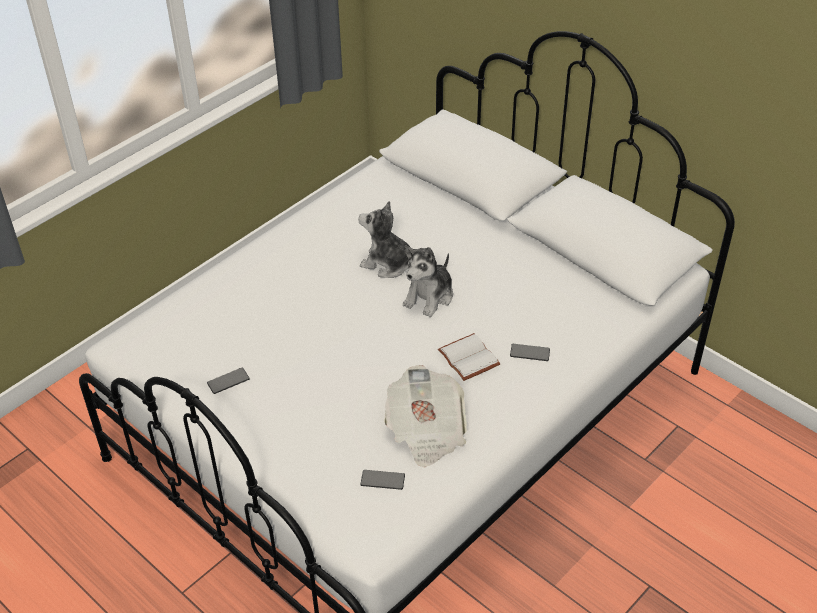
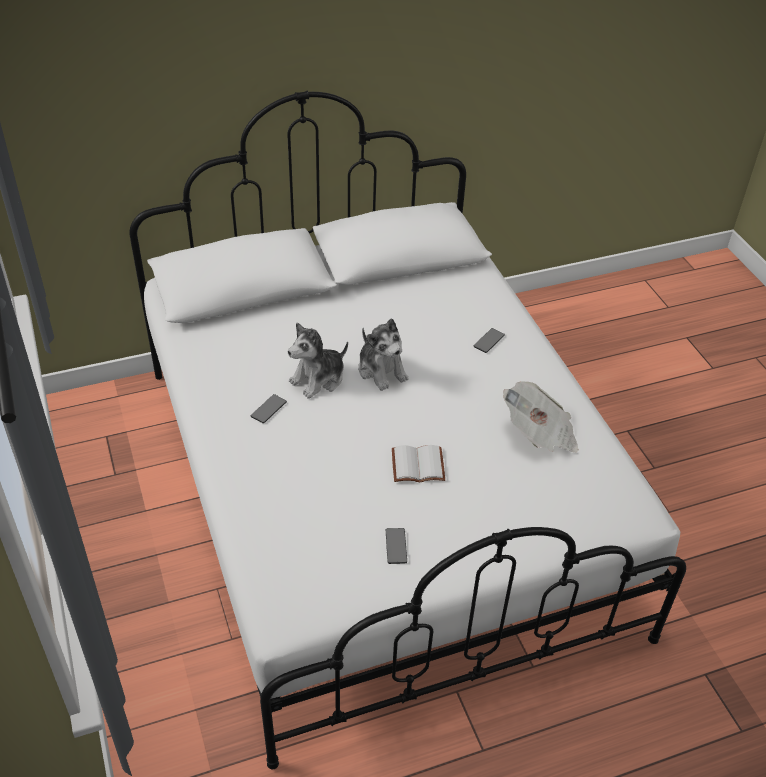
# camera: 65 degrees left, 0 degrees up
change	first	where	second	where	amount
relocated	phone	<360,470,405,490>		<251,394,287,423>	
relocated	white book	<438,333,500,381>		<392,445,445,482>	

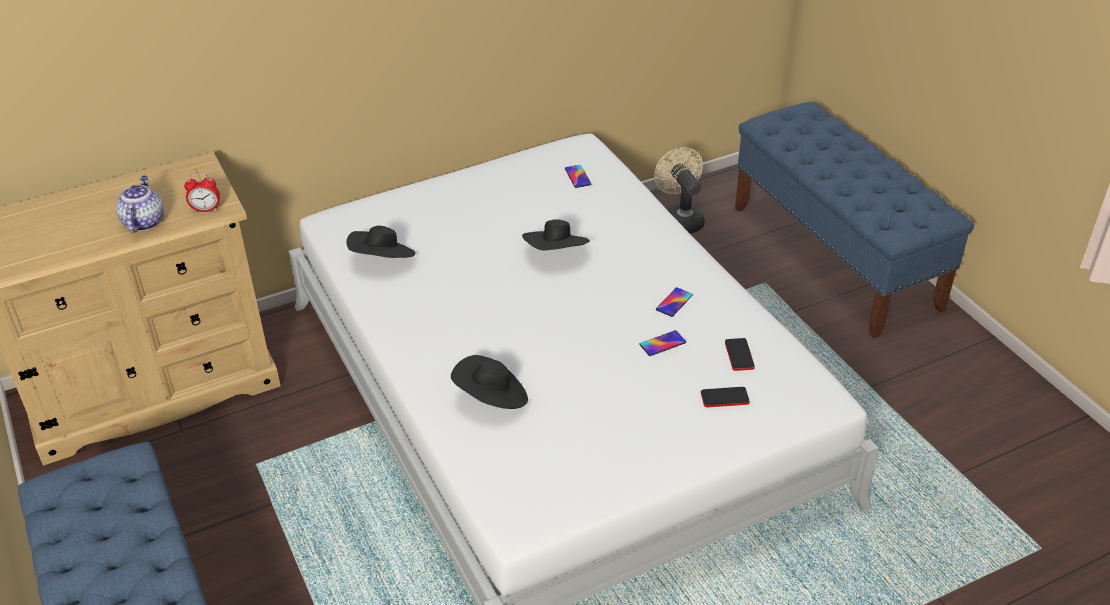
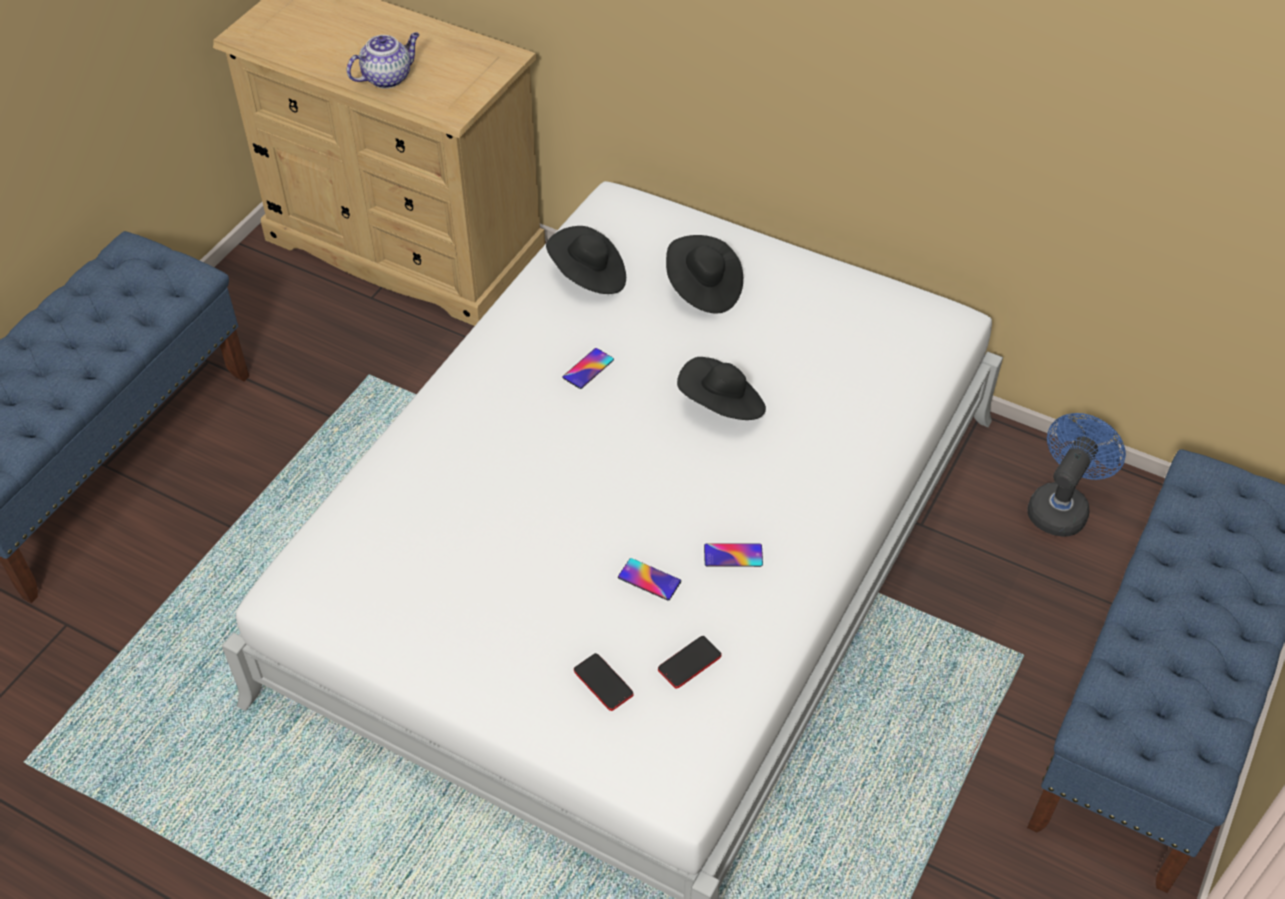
# camera: 55 degrees right, 10 degrees up
change	first	where	second	where	amount
missing	alarm clock	<184,174,220,212>			
relocated	black hat	<451,355,528,409>		<666,235,743,314>	
relocated	phone	<565,165,591,188>		<562,348,614,389>	
colour	beige fan	<654,147,705,233>	blue fan	<1027,413,1126,537>	

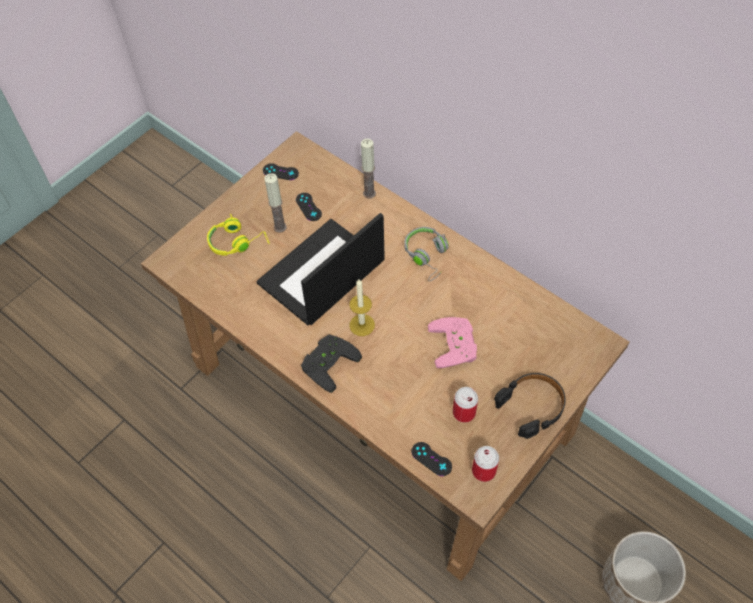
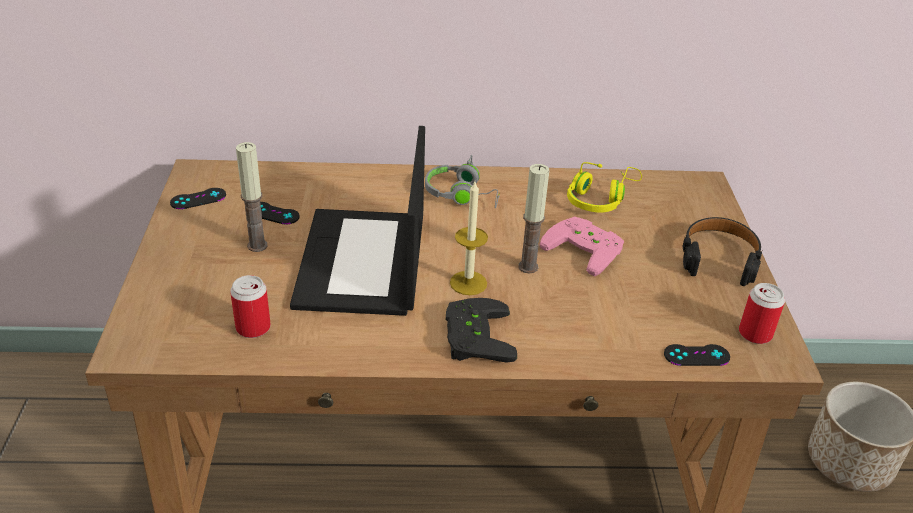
# camera: 45 degrees left, 20 degrees down
change	first	where	second	where	amount
relocated	yellow headphones	<207,214,270,256>		<567,162,642,213>	
relocated	candle	<361,139,376,199>		<518,164,549,274>	
relocated	can	<453,387,478,423>		<230,275,271,338>	

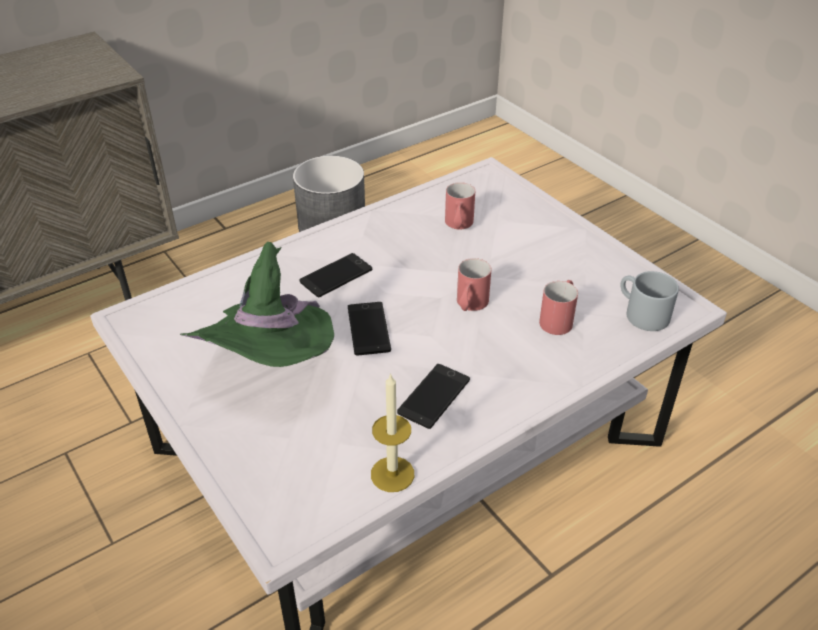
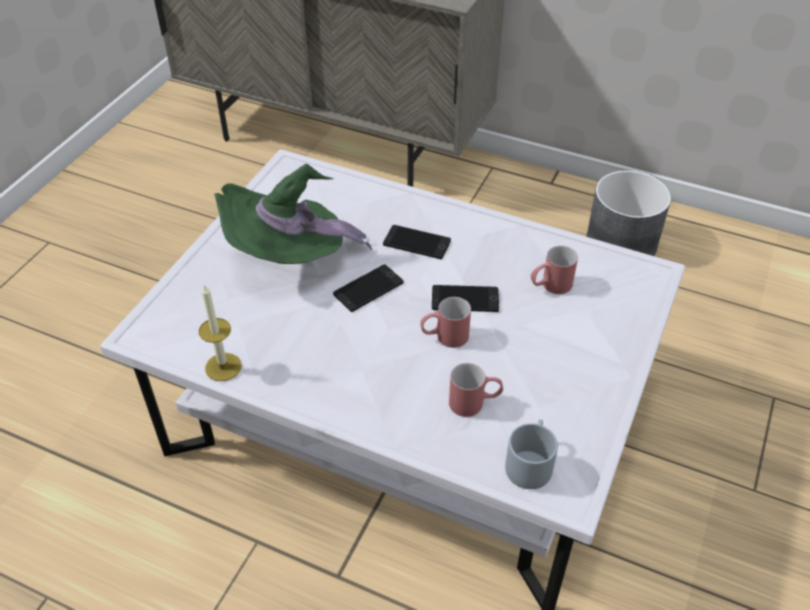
# camera: 60 degrees right, 5 degrees up
change	first	where	second	where	amount
relocated	phone	<397,364,470,429>		<432,285,499,312>	

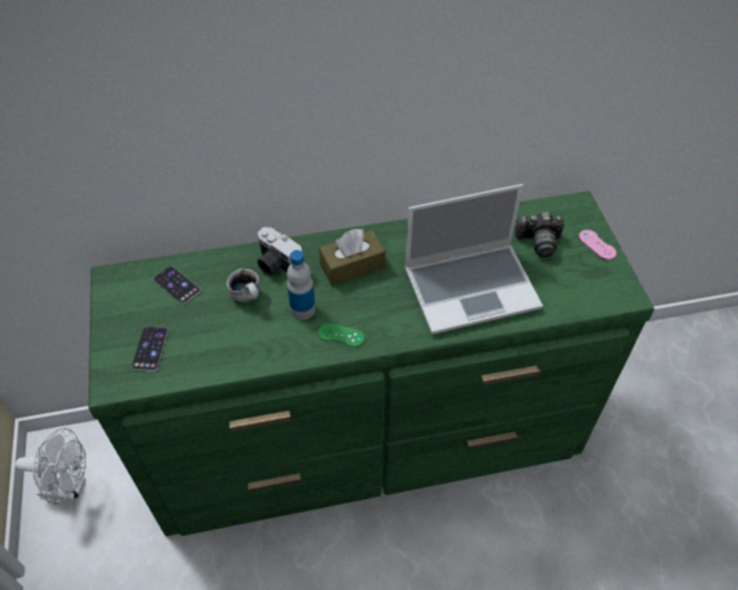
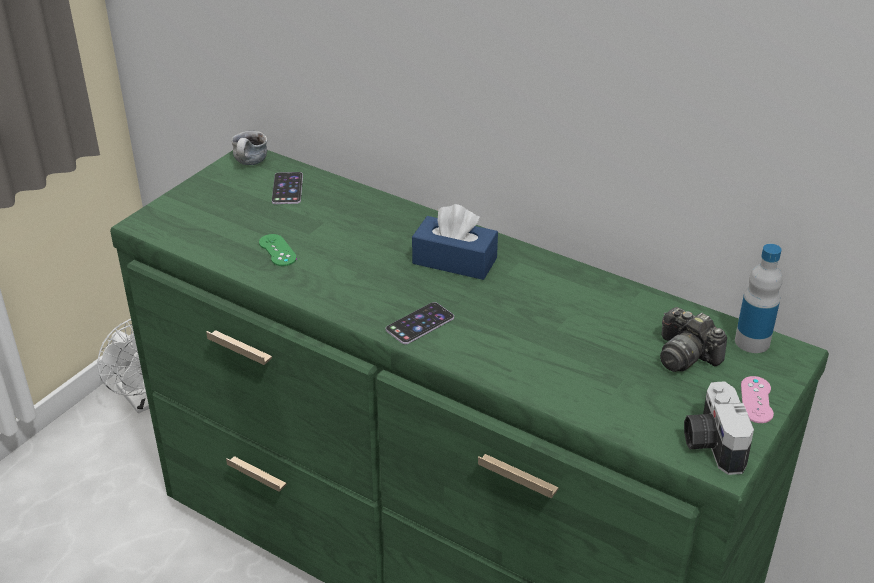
# camera: 45 degrees right, 15 degrees down
change	first	where	second	where	amount
missing	laptop	<405,184,543,335>			
relocated	phone	<131,326,168,372>		<386,302,454,344>	
relocated	mug	<227,269,260,303>		<231,131,267,165>	
relocated	photo camera	<257,227,302,276>		<684,381,754,475>	
relocated	bottle	<287,250,316,320>		<735,244,782,353>	
relocated	green game controller	<318,323,365,347>		<259,234,297,266>	
colour	brown tissue box	<319,229,386,286>	blue tissue box	<412,204,498,280>	

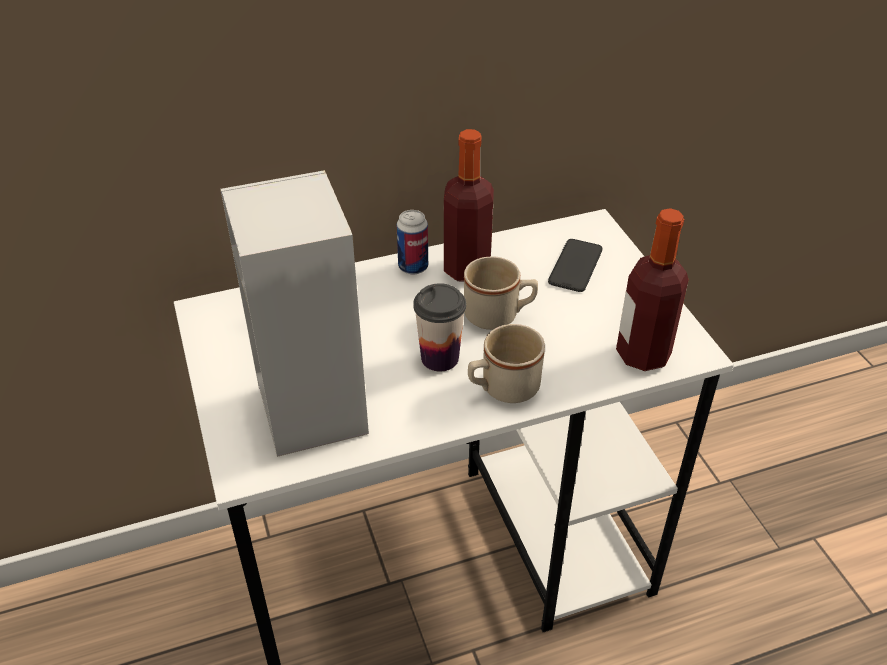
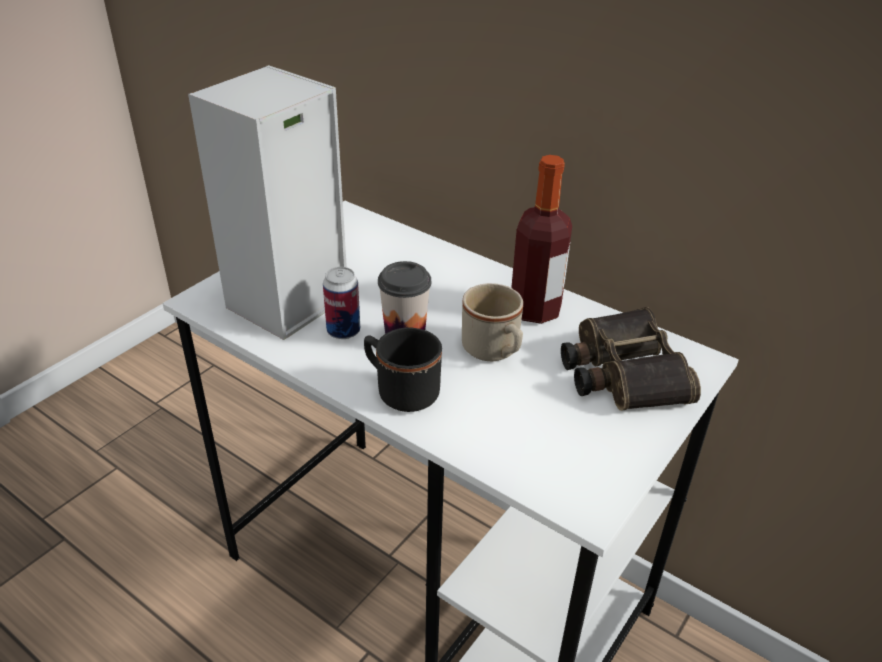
# camera: 55 degrees right, 5 degrees down
change	first	where	second	where	amount
missing	bottle	<616,208,689,371>			
relocated	can	<397,210,428,274>		<323,267,360,339>	
exchanged	phone	<548,239,603,292>	binoculars	<561,307,701,411>	
colour	beige mug	<468,324,545,403>	black mug	<364,327,442,412>	

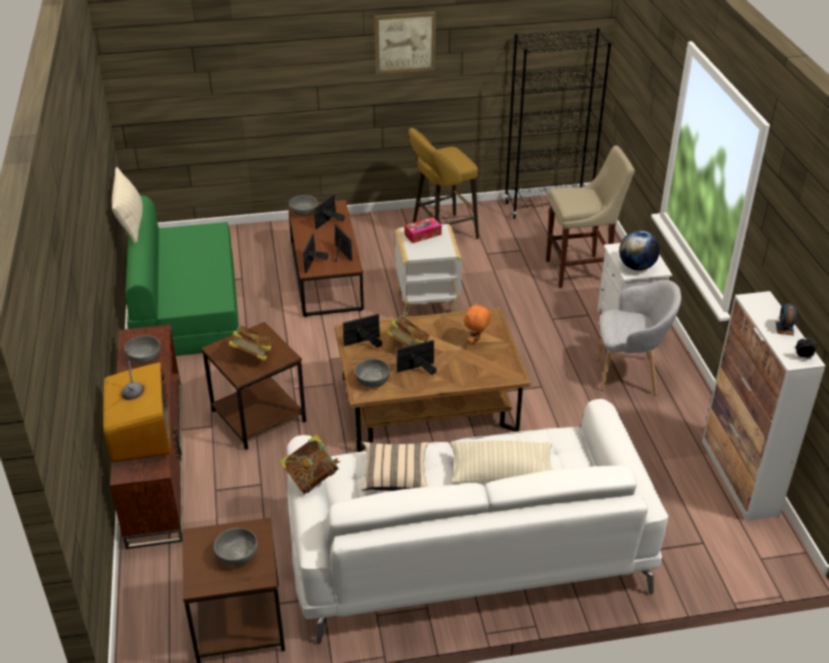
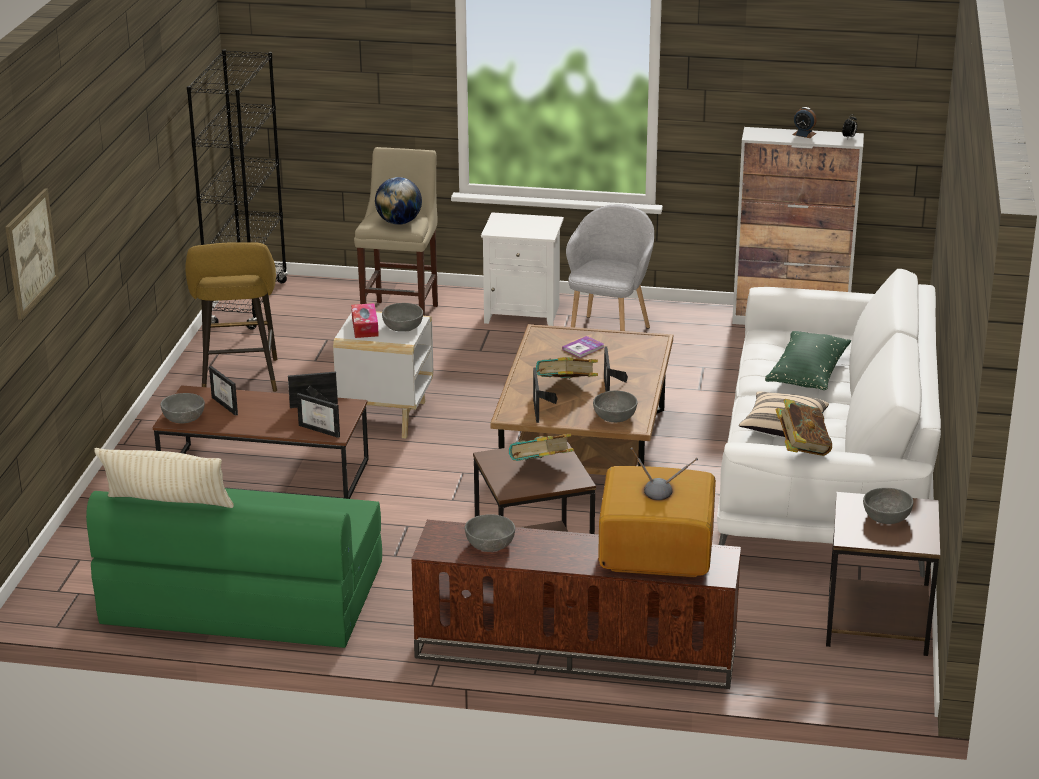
# camera: 70 degrees left, 10 degrees down
change	first	where	second	where	amount
appeared			grey bowl	<382,303,423,332>	
relocated	picture	<375,12,436,75>		<5,188,59,320>	
relocated	globe	<619,231,660,271>		<375,177,422,225>	
exchanged	orange plush toy	<464,302,491,345>	book	<562,336,604,358>	
colour	beige pillow	<450,441,552,484>	green pillow	<765,331,851,390>	

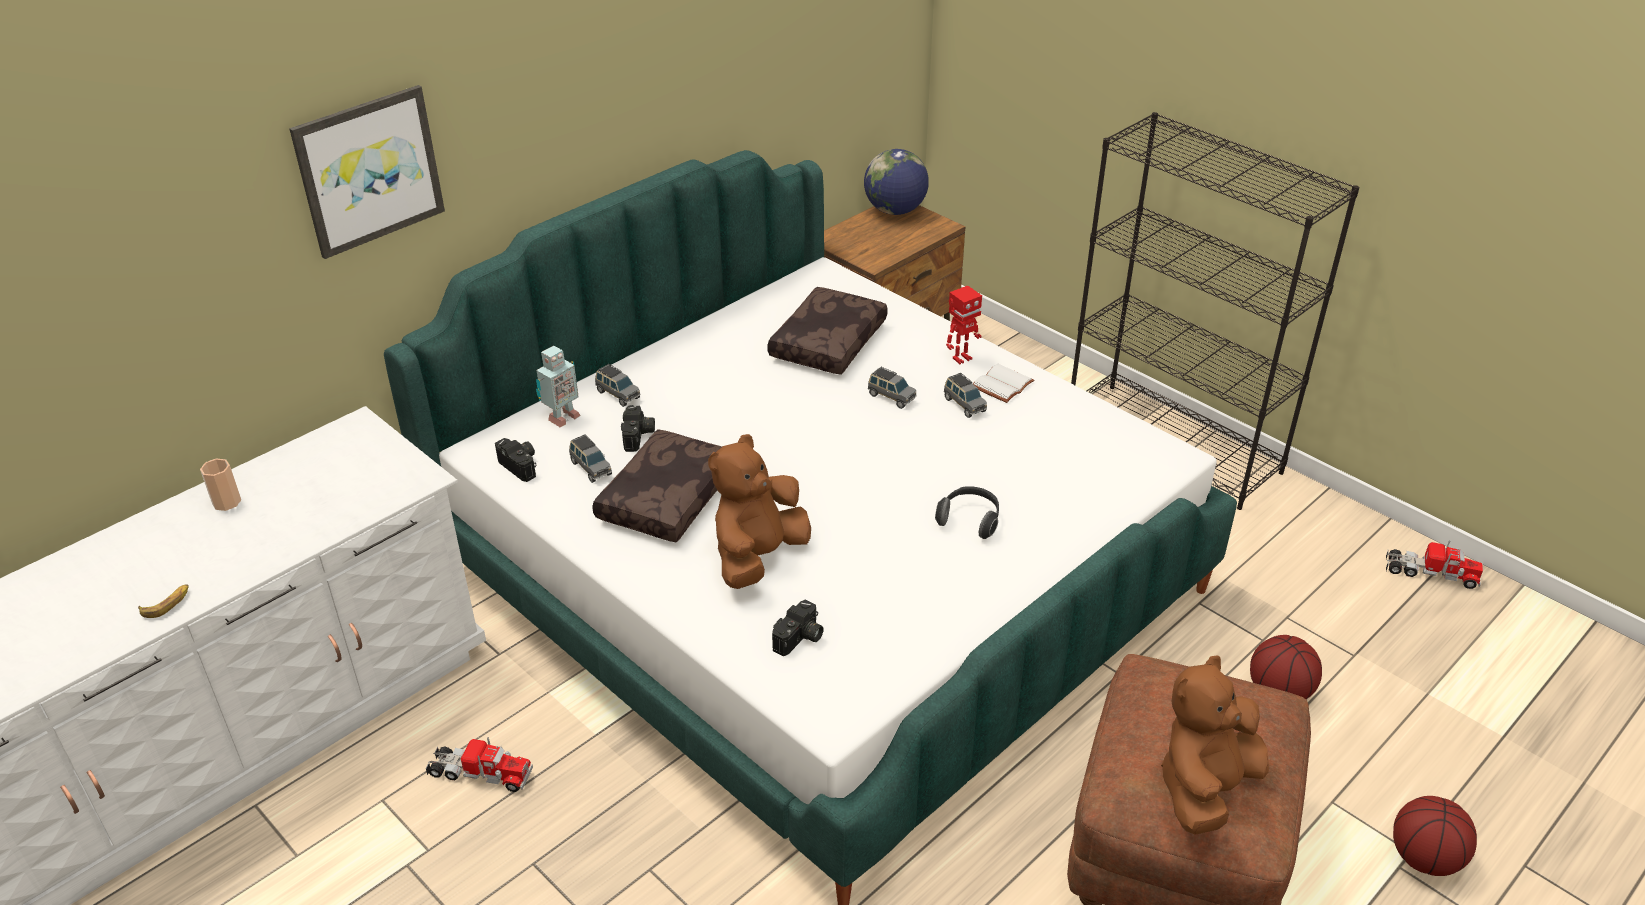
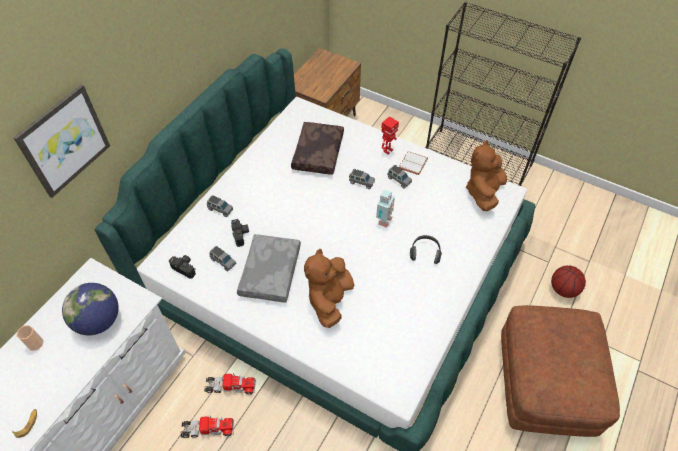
# camera: 15 degrees left, 15 degrees up
change	first	where	second	where	amount
missing	photo camera	<772,600,824,656>			
missing	basketball	<1393,796,1477,876>			
relocated	toy robot	<536,346,581,427>		<376,190,395,228>	
relocated	globe	<864,149,929,215>		<62,283,119,335>	
relocated	brown plush toy	<1161,655,1269,835>		<466,140,507,211>	
relocated	toy truck	<1386,540,1483,589>		<204,373,256,395>	
colour	brown pillow	<592,429,722,542>	grey pillow	<237,234,301,303>	

